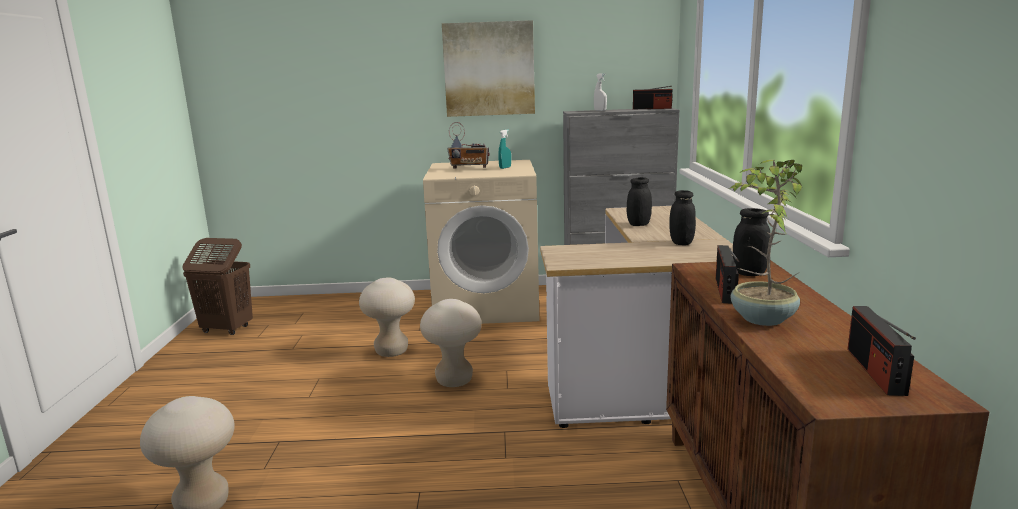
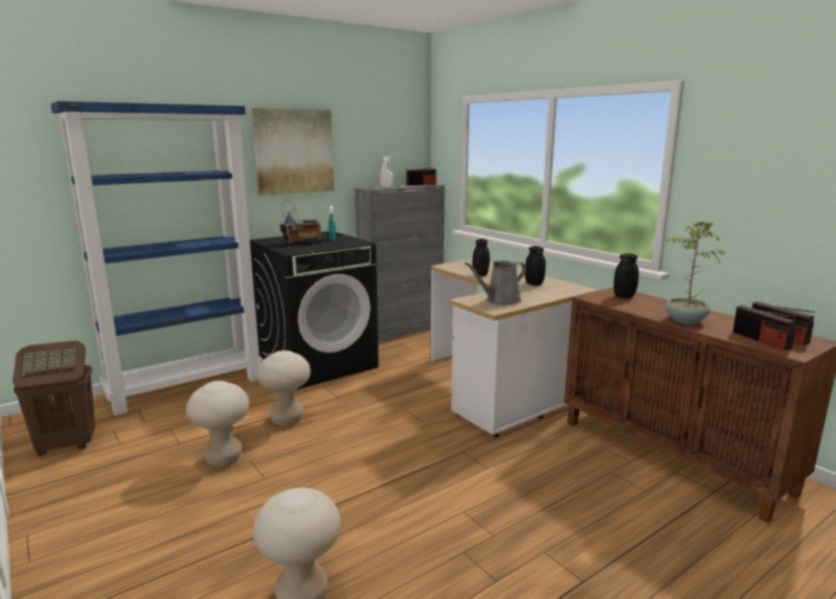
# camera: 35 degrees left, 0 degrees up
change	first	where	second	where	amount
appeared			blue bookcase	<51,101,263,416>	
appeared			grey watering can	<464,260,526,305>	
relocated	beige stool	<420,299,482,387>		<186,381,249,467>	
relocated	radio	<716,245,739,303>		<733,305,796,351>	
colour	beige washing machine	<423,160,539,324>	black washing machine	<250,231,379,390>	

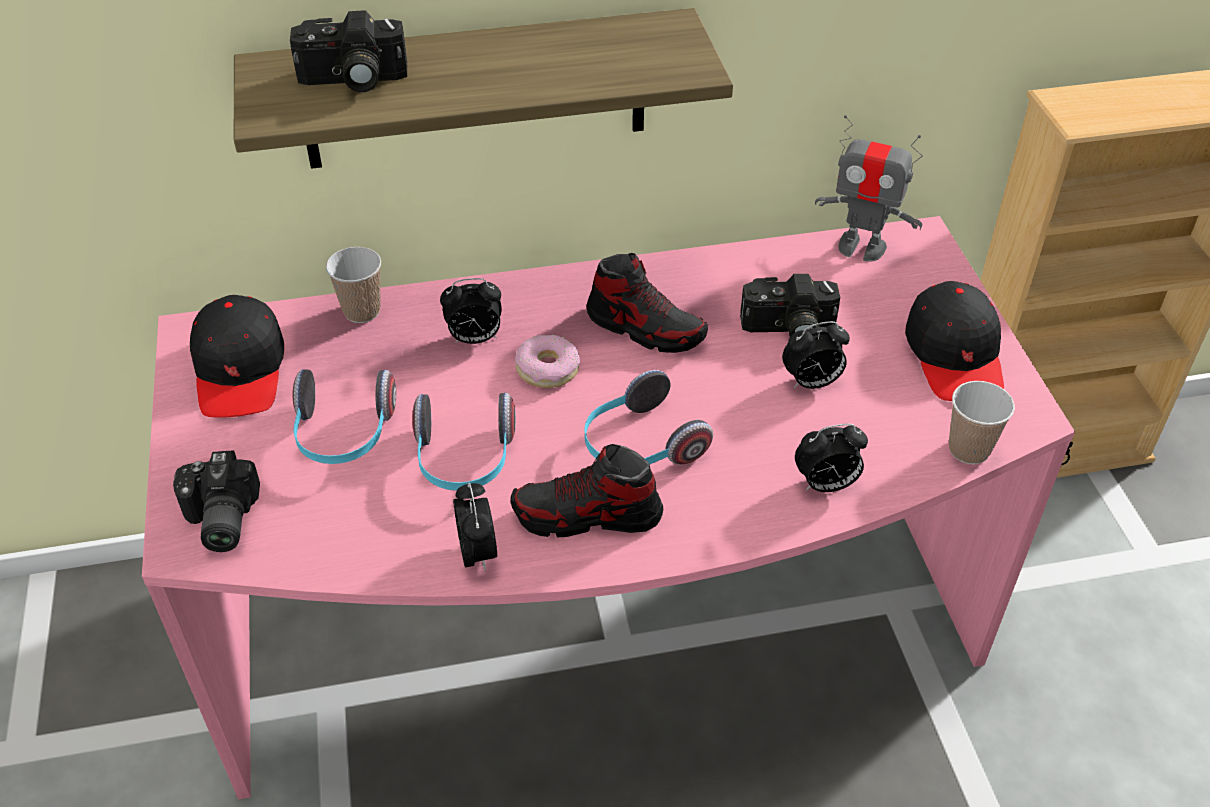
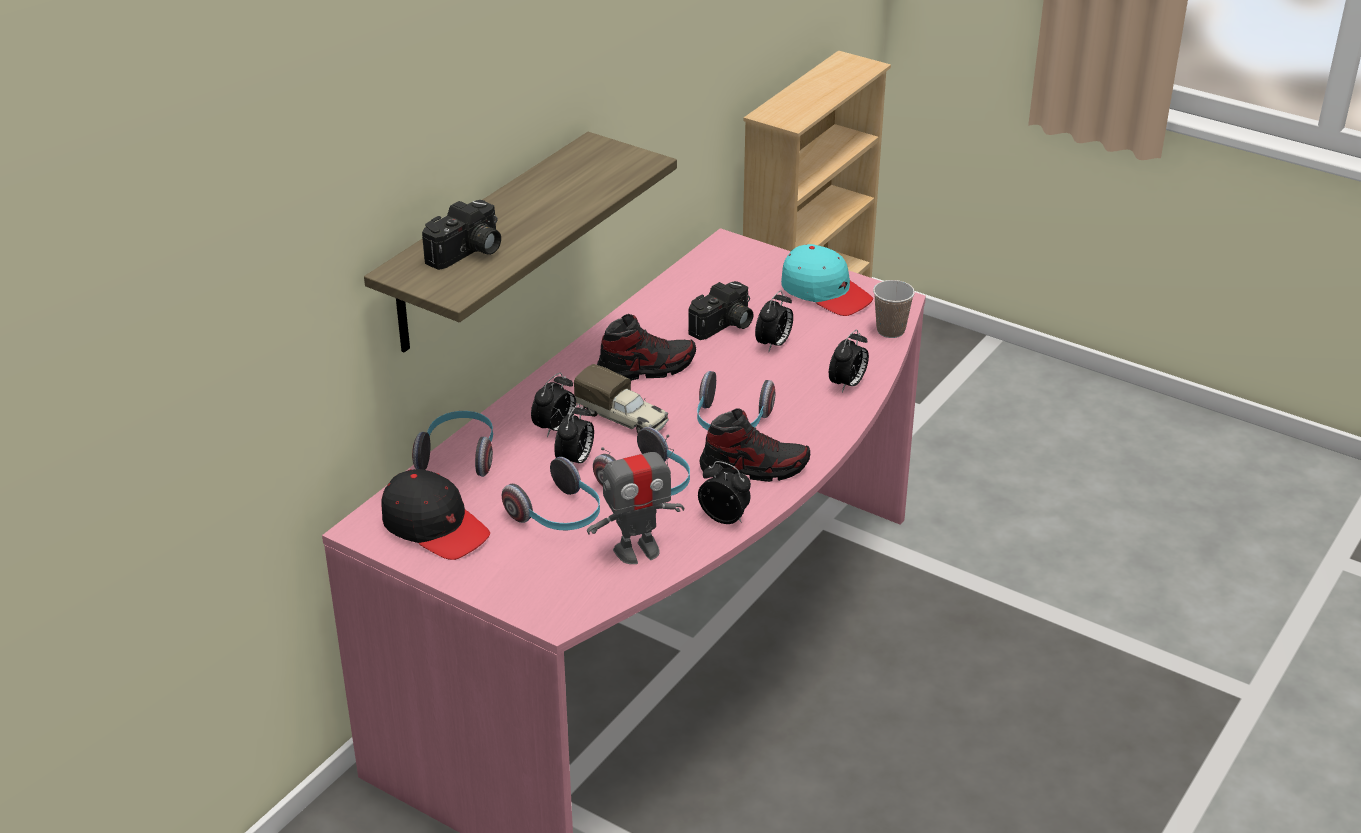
# camera: 45 degrees left, 10 degrees down
change	first	where	second	where	amount
missing	photo camera	<173,450,260,552>			
appeared			alarm clock	<554,403,594,463>	
relocated	toy robot	<815,115,923,262>		<587,434,684,564>	
exchanged	cup	<326,247,381,323>	headphones	<412,411,493,477>	
exchanged	donut	<515,335,580,388>	toy truck	<574,364,669,433>	
colour	black cap	<905,281,1004,401>	turquoise cap	<781,244,873,316>	
spun	shoe	<511,444,663,537>		<699,408,810,482>	135 degrees counterclockwise

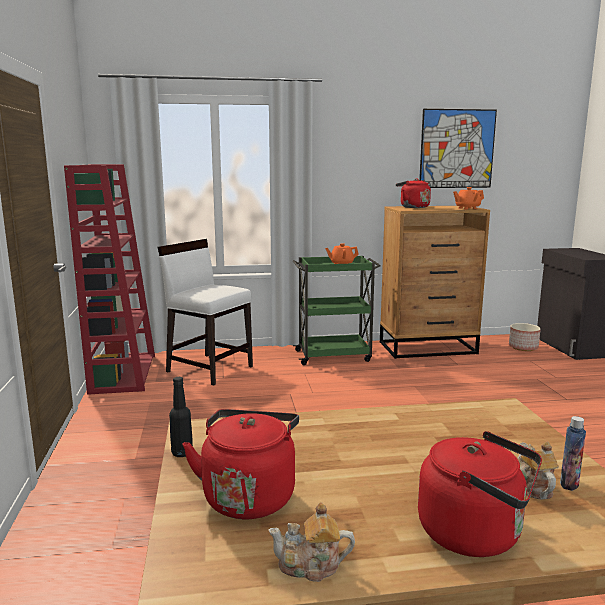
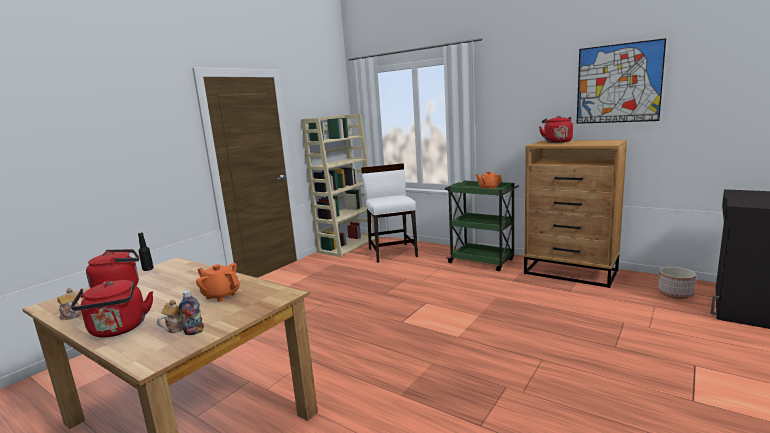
# camera: 45 degrees right, 0 degrees up
change	first	where	second	where	amount
relocated	orange teapot	<453,187,484,209>		<196,263,240,302>	
colour	red bookcase	<64,164,155,395>	beige bookcase	<301,114,375,257>	

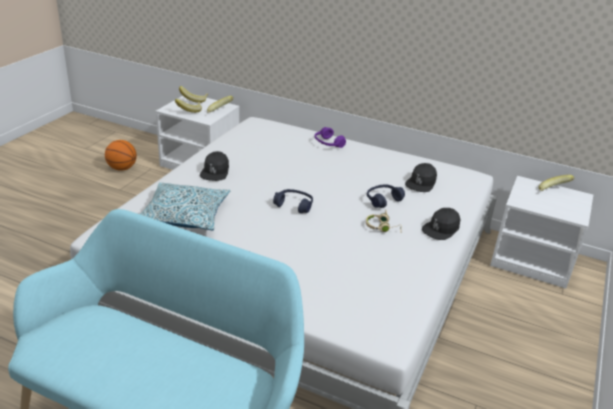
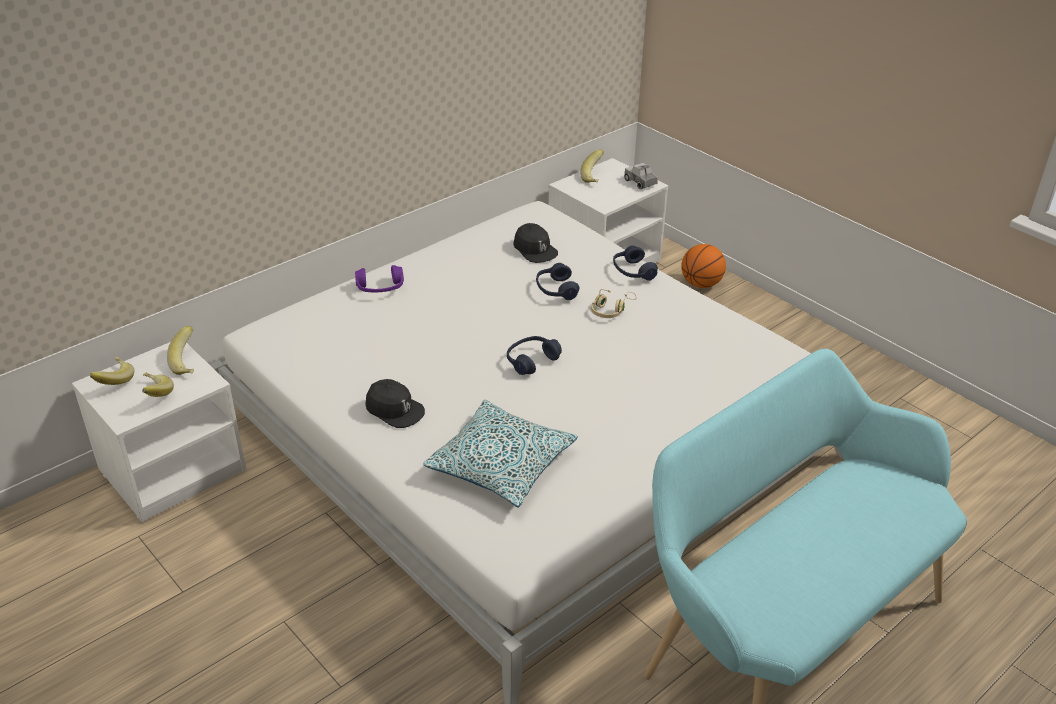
# camera: 65 degrees left, 5 degrees up
change	first	where	second	where	amount
appeared			toy truck	<624,163,658,189>	
relocated	basketball	<105,140,137,171>		<681,244,726,288>	
exchanged	black cap	<422,208,460,240>	blue headphones	<613,245,658,281>	

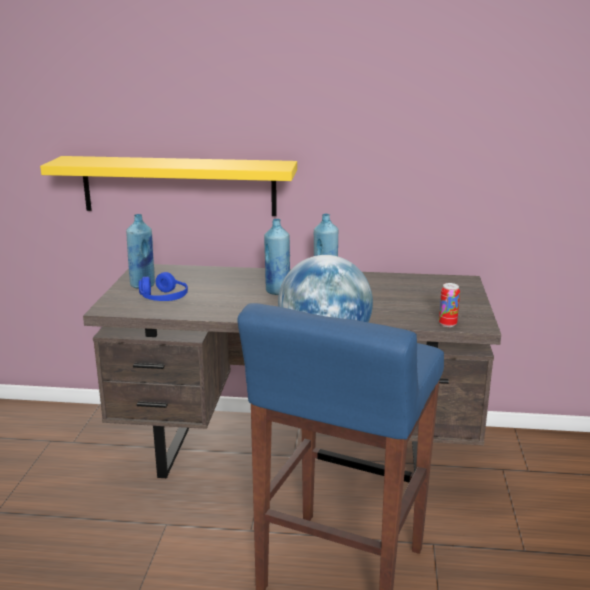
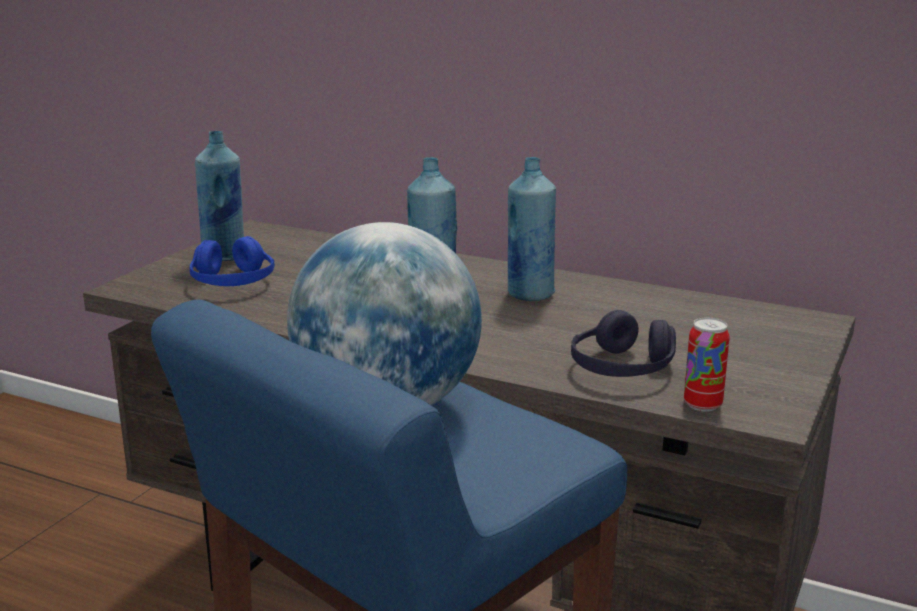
# camera: 20 degrees right, 0 degrees up
change	first	where	second	where	amount
missing	yellow shelf	<40,156,297,216>			
appeared			purple headphones	<571,310,676,377>	

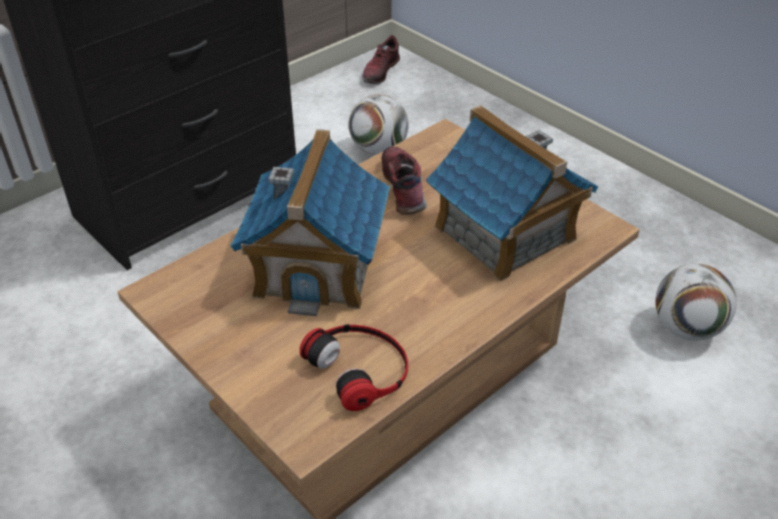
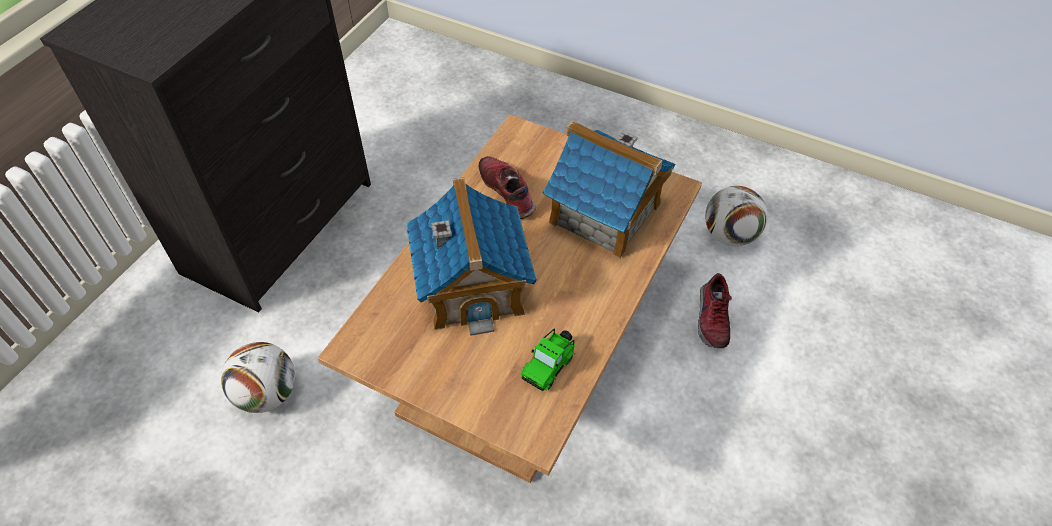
# camera: 20 degrees left, 10 degrees up
change	first	where	second	where	amount
relocated	football	<349,95,409,155>		<221,342,295,413>	
relocated	shoe	<362,35,400,84>		<698,273,732,348>	
exchanged	headphones	<300,324,408,411>	toy car	<521,328,575,391>	

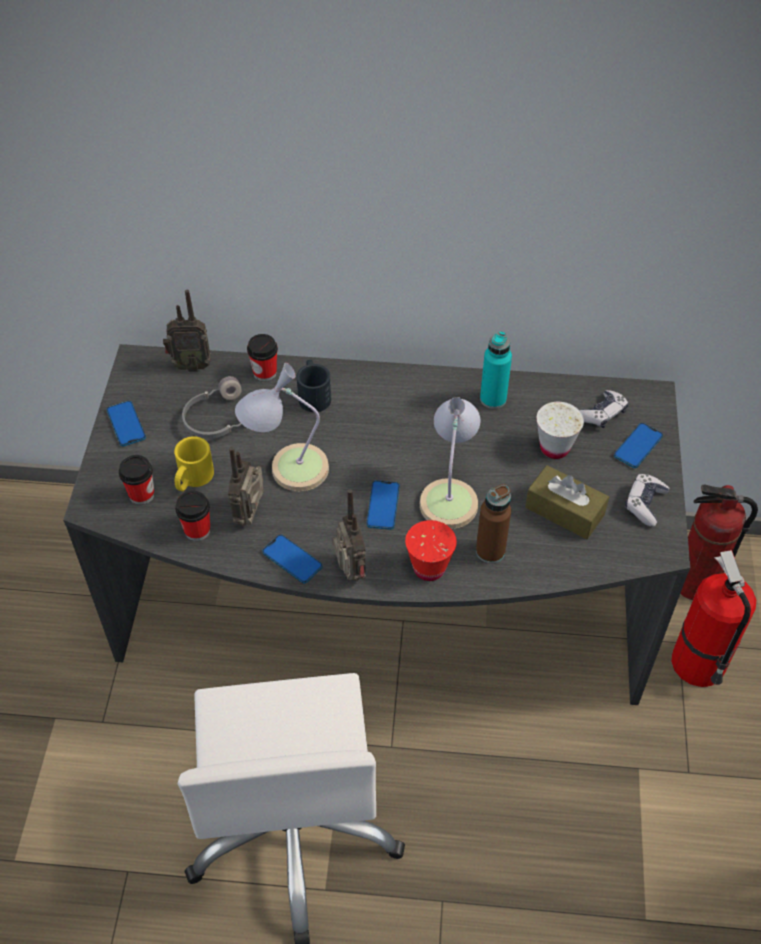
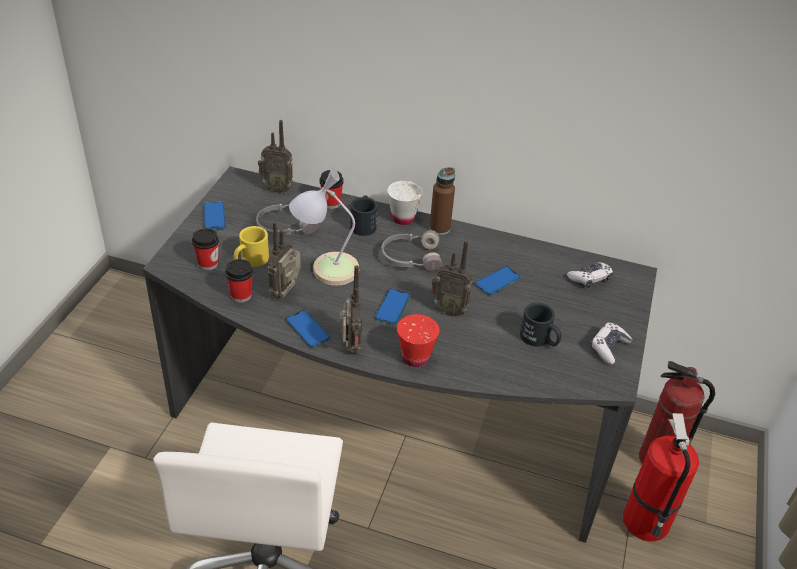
# camera: 10 degrees right, 10 degrees down
change	first	where	second	where	amount
missing	turquoise bottle	<480,331,512,409>			
appeared			grey headphones	<381,230,442,271>	
relocated	brown bottle	<476,484,511,563>		<429,167,455,235>	
relocated	white cup	<537,402,584,459>		<387,181,423,225>	
relocated	phone	<614,423,663,468>		<475,266,521,295>	
exchanged	table lamp	<420,397,481,529>	radio	<431,240,473,317>	
exchanged	brown tissue box	<525,465,609,540>	black mug	<520,303,561,347>	

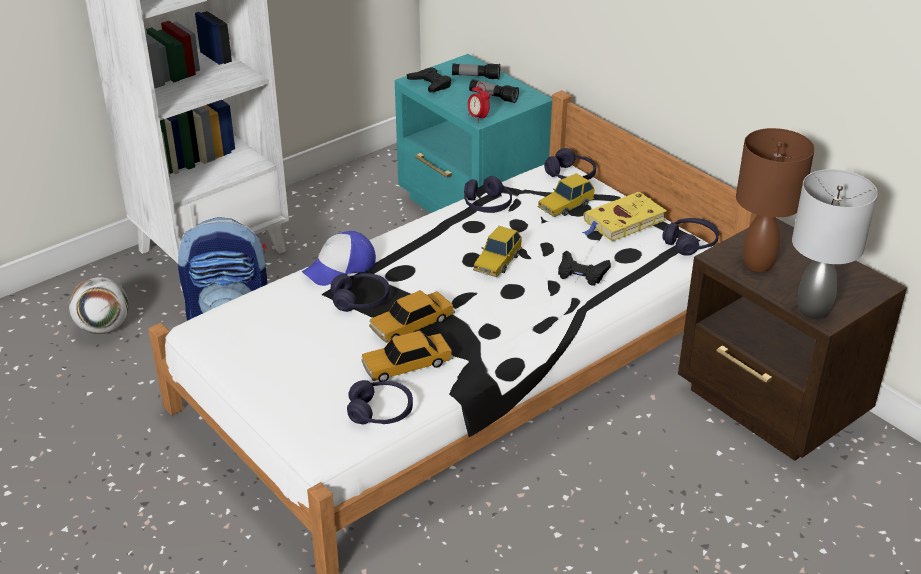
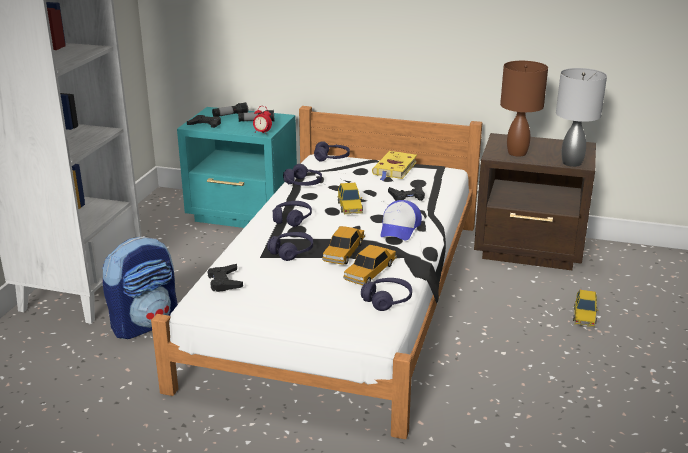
# camera: 35 degrees left, 10 degrees down
change	first	where	second	where	amount
missing	football	<69,277,129,334>			
appeared			black game controller	<207,264,243,292>	
relocated	cap	<302,231,376,286>		<380,200,422,240>	
relocated	toy car	<537,173,595,217>		<573,290,598,327>	
relocated	purple headphones	<662,218,719,256>		<273,201,312,227>	

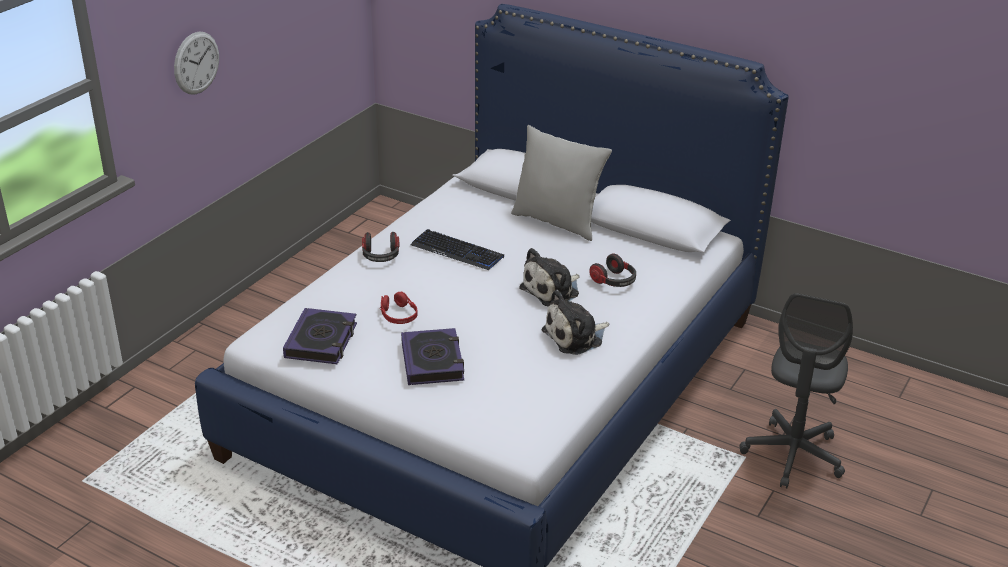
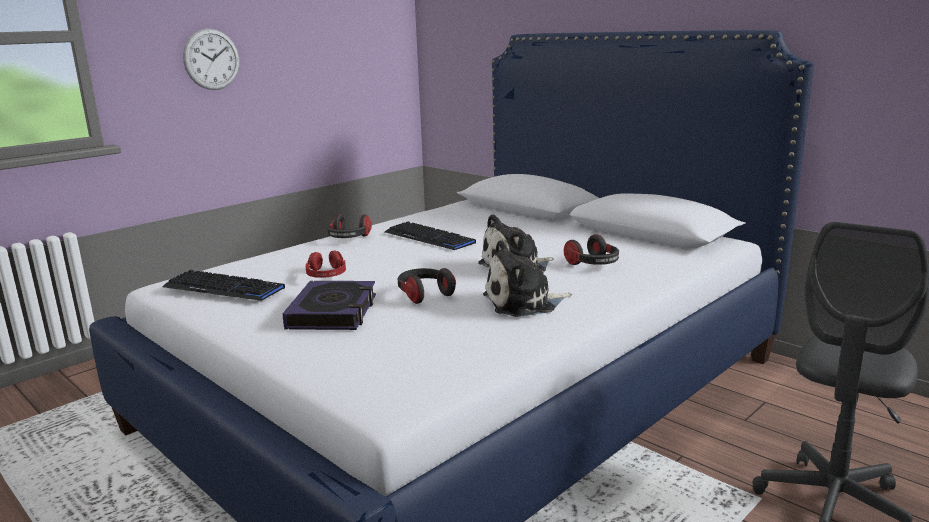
# camera: 15 degrees right, 15 degrees down
change	first	where	second	where	amount
missing	grey pillow	<511,125,612,241>			
appeared			headphones	<398,268,456,304>	
exchanged	book	<283,308,357,364>	keyboard	<163,270,285,301>	

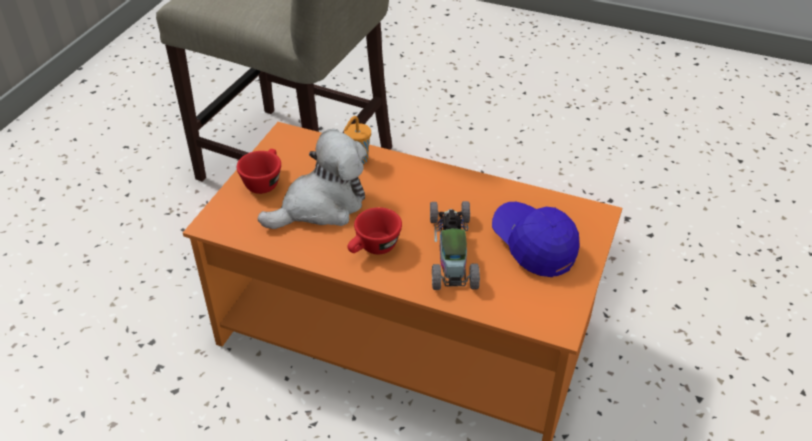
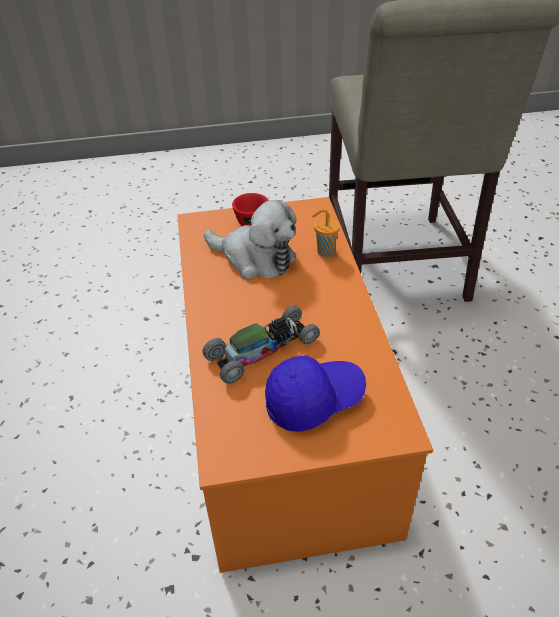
# camera: 60 degrees right, 0 degrees up
change	first	where	second	where	amount
missing	red cup	<347,207,402,255>			
spun	blue cap	<492,202,580,277>		<265,355,366,432>	45 degrees clockwise

